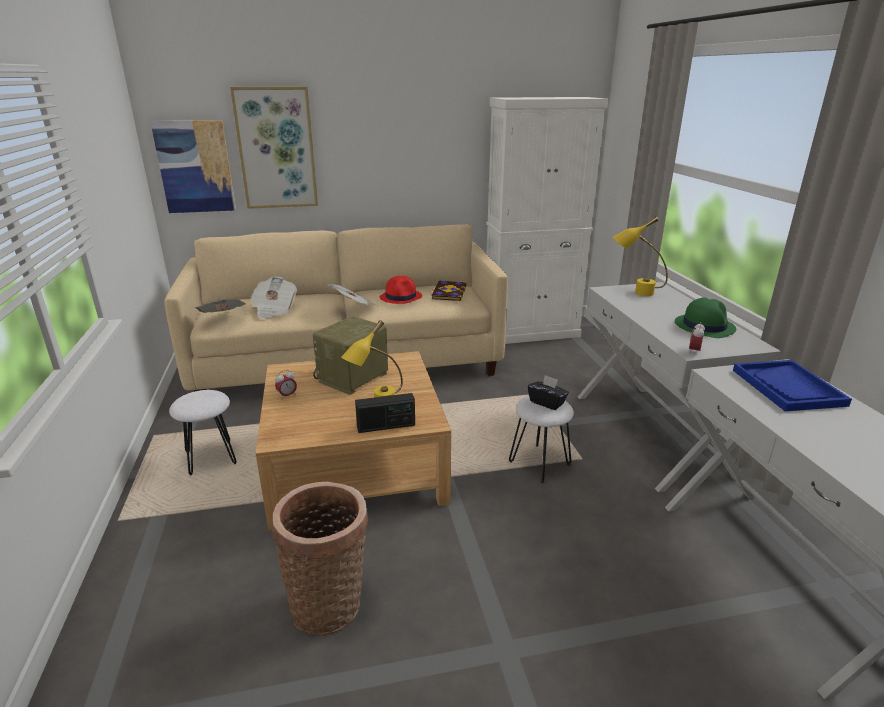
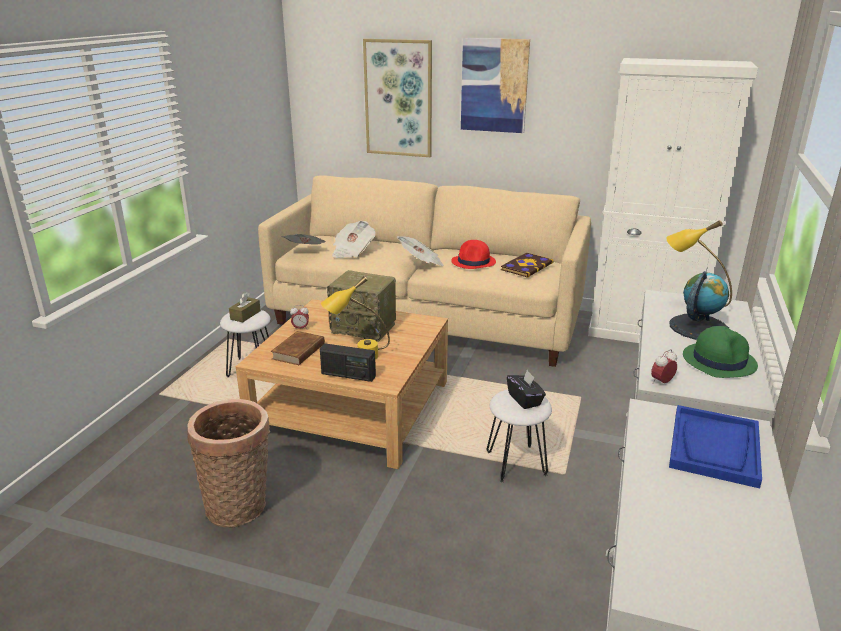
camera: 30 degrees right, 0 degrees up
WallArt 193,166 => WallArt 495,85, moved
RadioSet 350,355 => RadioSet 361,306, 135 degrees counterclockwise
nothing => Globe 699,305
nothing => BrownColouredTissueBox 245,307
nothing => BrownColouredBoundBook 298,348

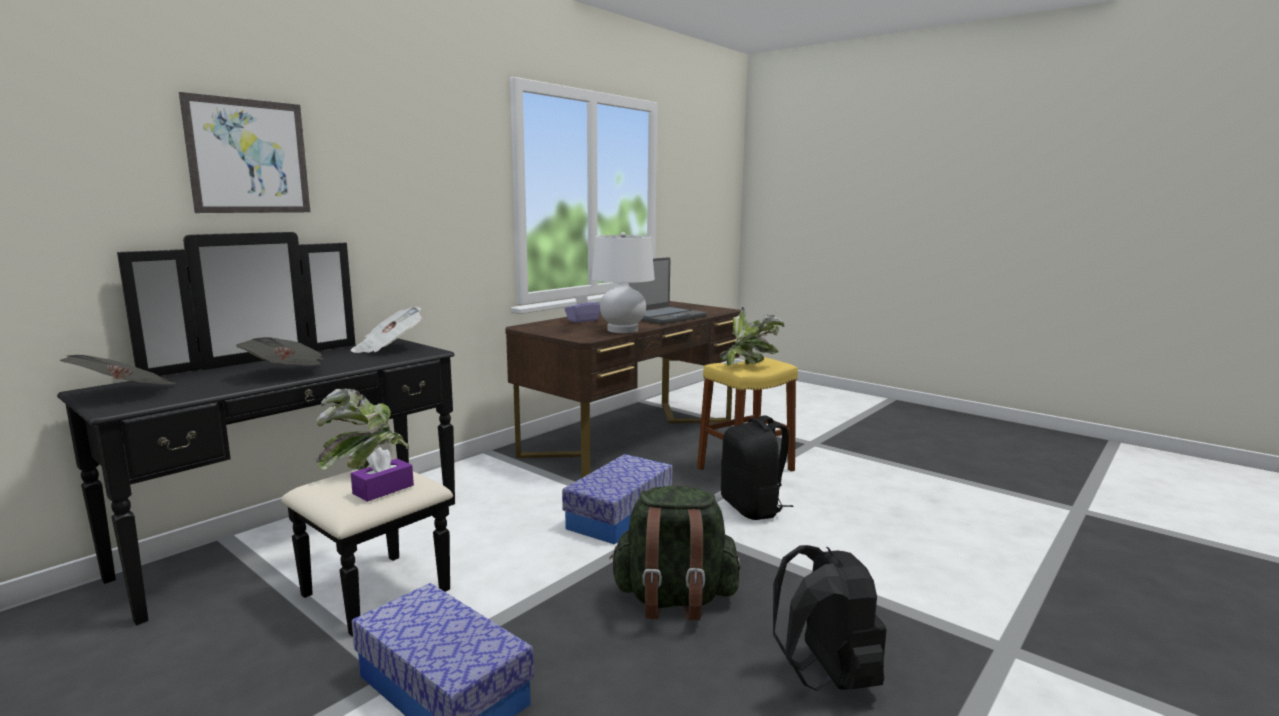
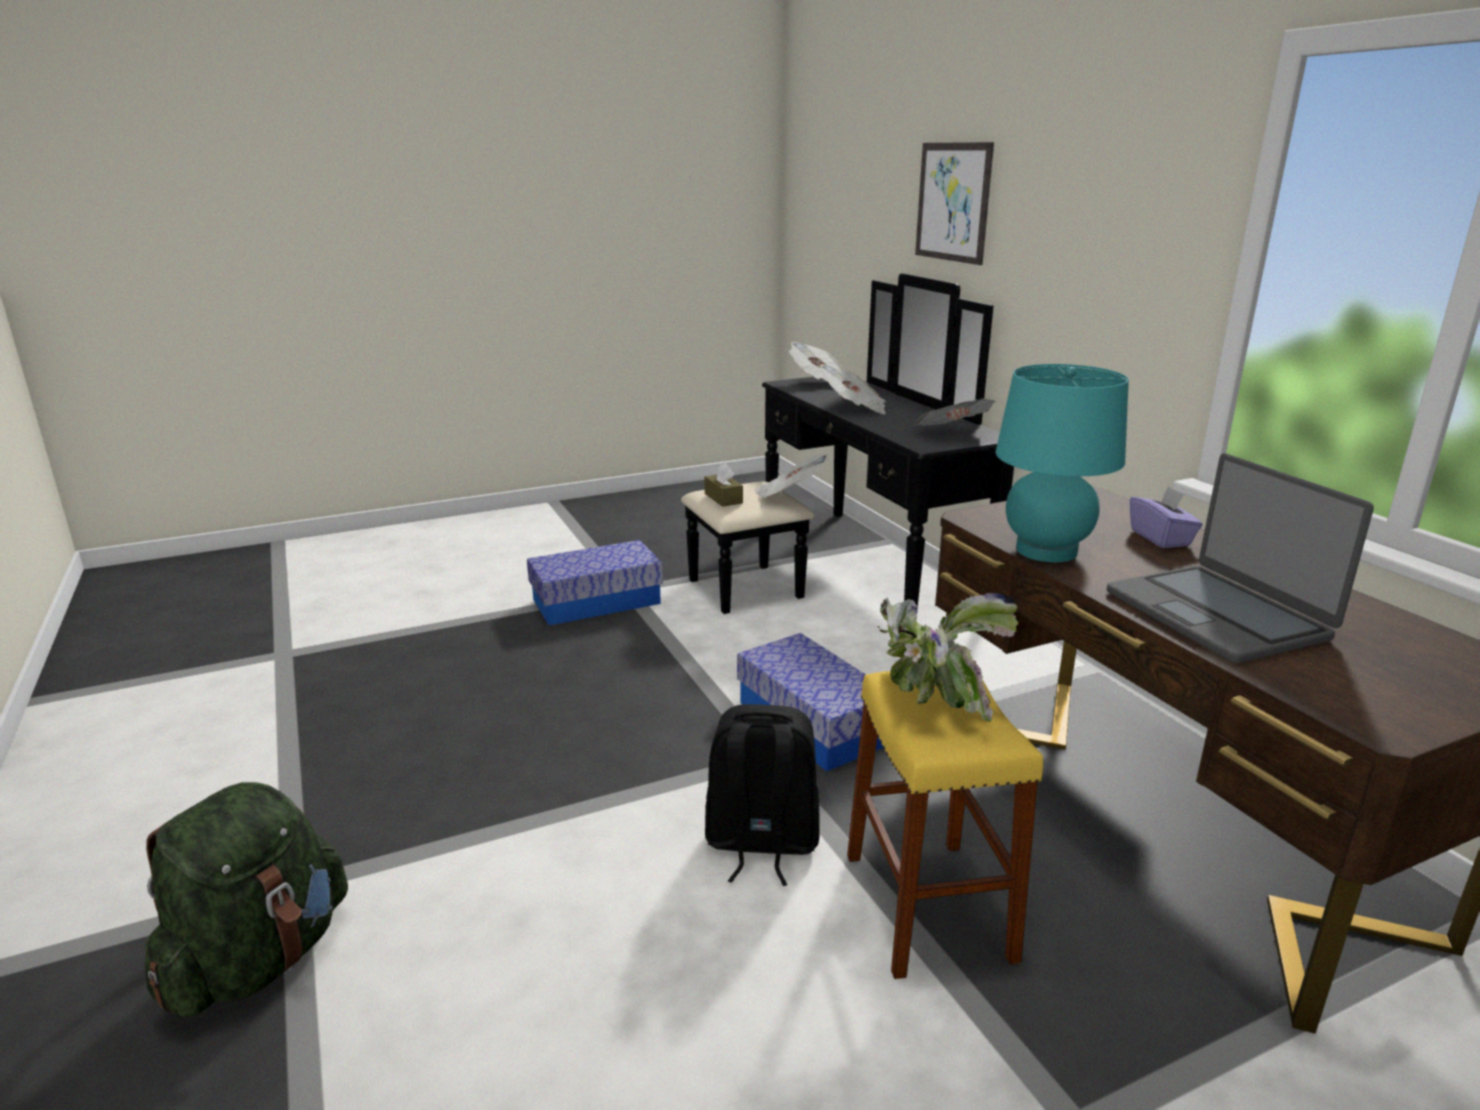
camera: 115 degrees right, 10 degrees up
WhiteColouredTabletopLamp 623,282 => BlueGreenTabletopLamp 1062,463
PottedPlant 362,429 => Newspaper 791,476
PurplishTissueBox 382,474 => BrownColouredTissueBox 723,485
GreenishKnapsack 674,553 => GreenishKnapsack 246,899, moved
BlackishKnapsack 830,618 => nothing

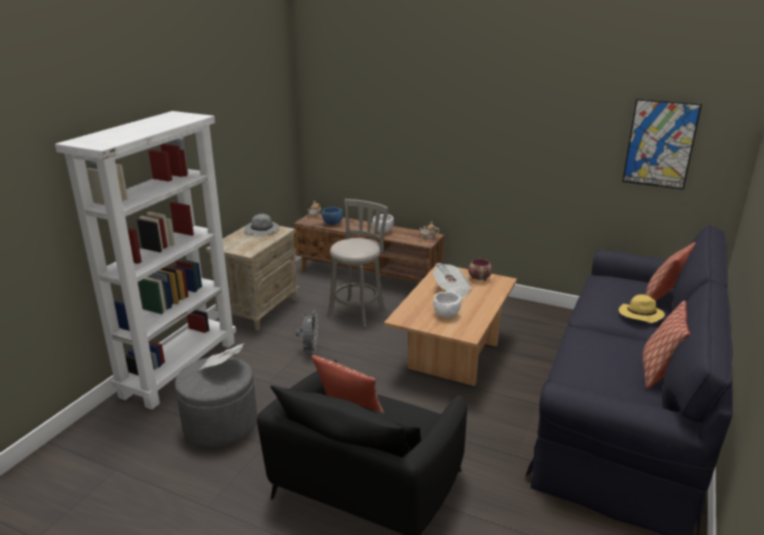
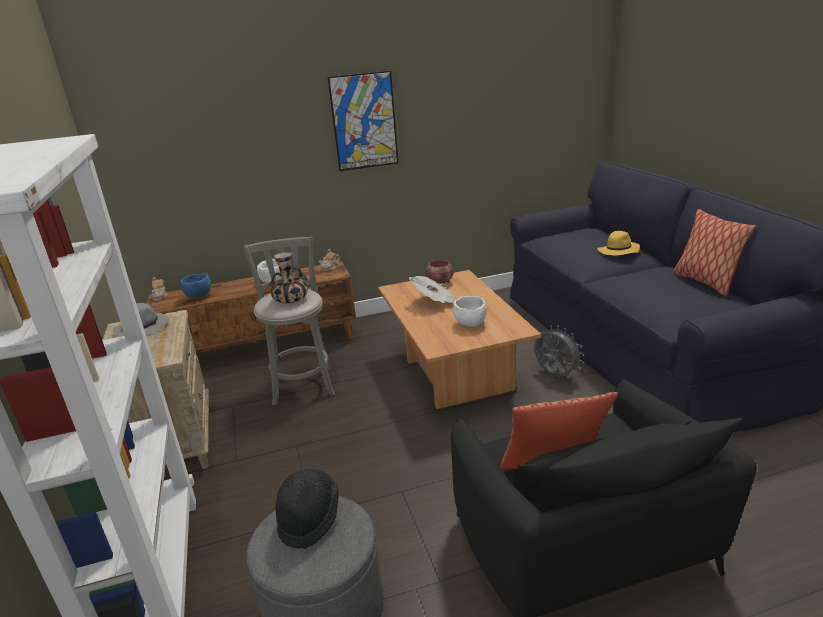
camera: 40 degrees left, 0 degrees up
WallArt 662,144 => WallArt 363,121, moved
ThrowPillow 671,271 => nothing
GreyCoolingFan 307,333 => GreyCoolingFan 559,351, moved
Newspaper 222,356 => BlackishWearableHat 307,509
nothing => Vase 288,277

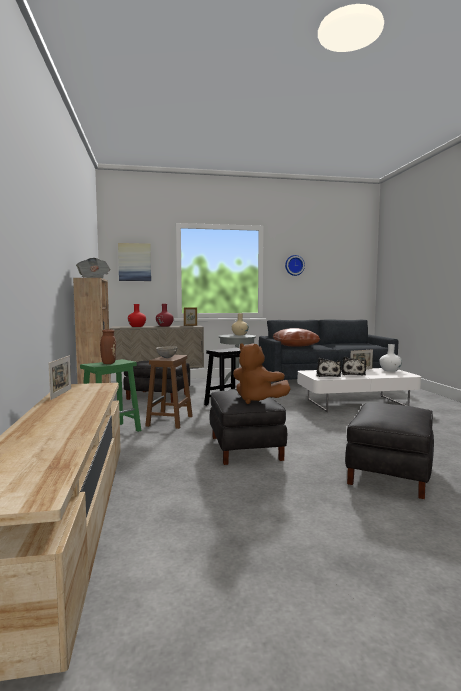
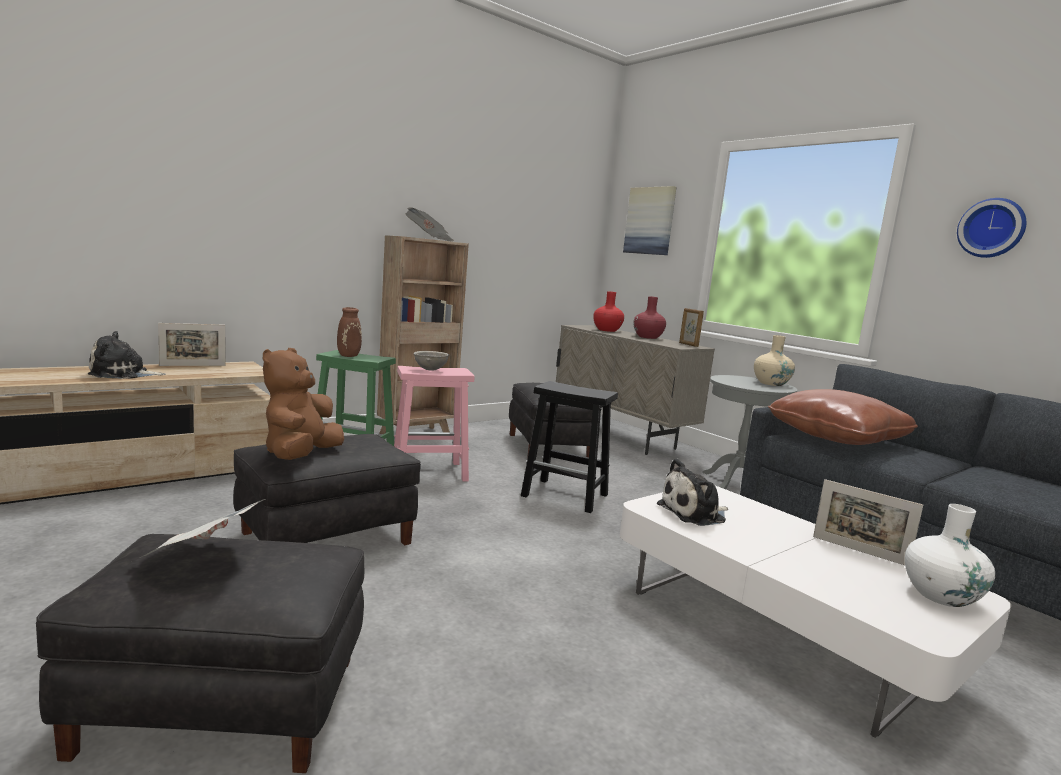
camera: 60 degrees right, 5 degrees up
BrownColouredStoolSeat 169,392 => PinkishStoolSeat 434,424
PlushToy 353,365 => PlushToy 126,355, moved
nothing => Newspaper 200,529

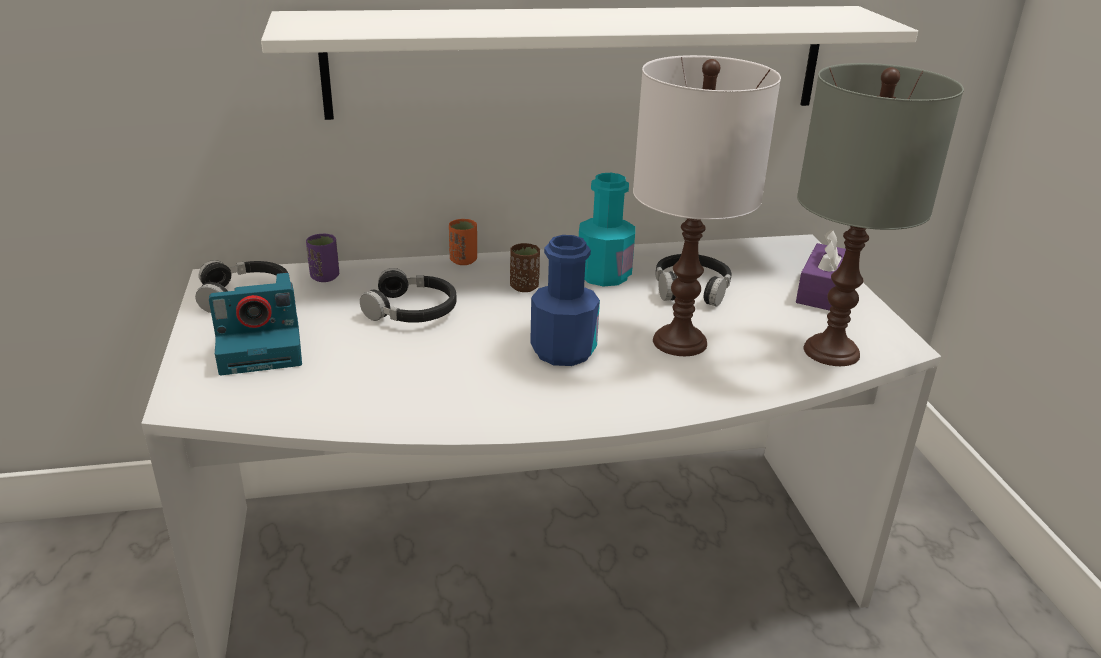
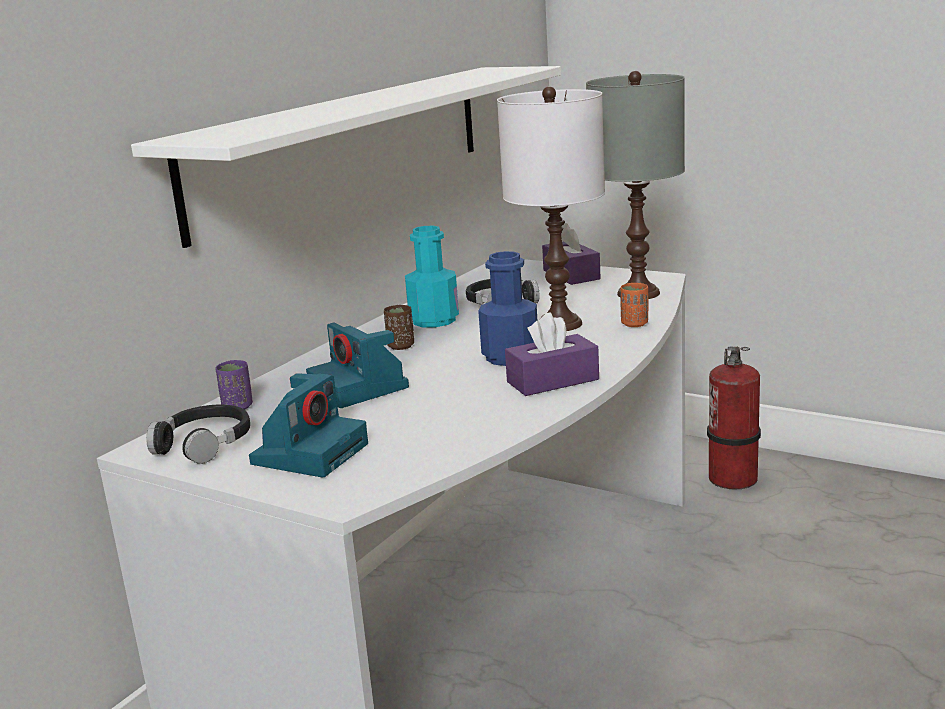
camera: 45 degrees left, 10 degrees down
OrangeColouredDrinkingCup 463,242 => OrangeColouredDrinkingCup 634,305, moved
BlackishHeadset 408,295 => StillCamera 357,365
nothing => PurplishTissueBox 552,354
nothing => FireExtinguisher 734,418

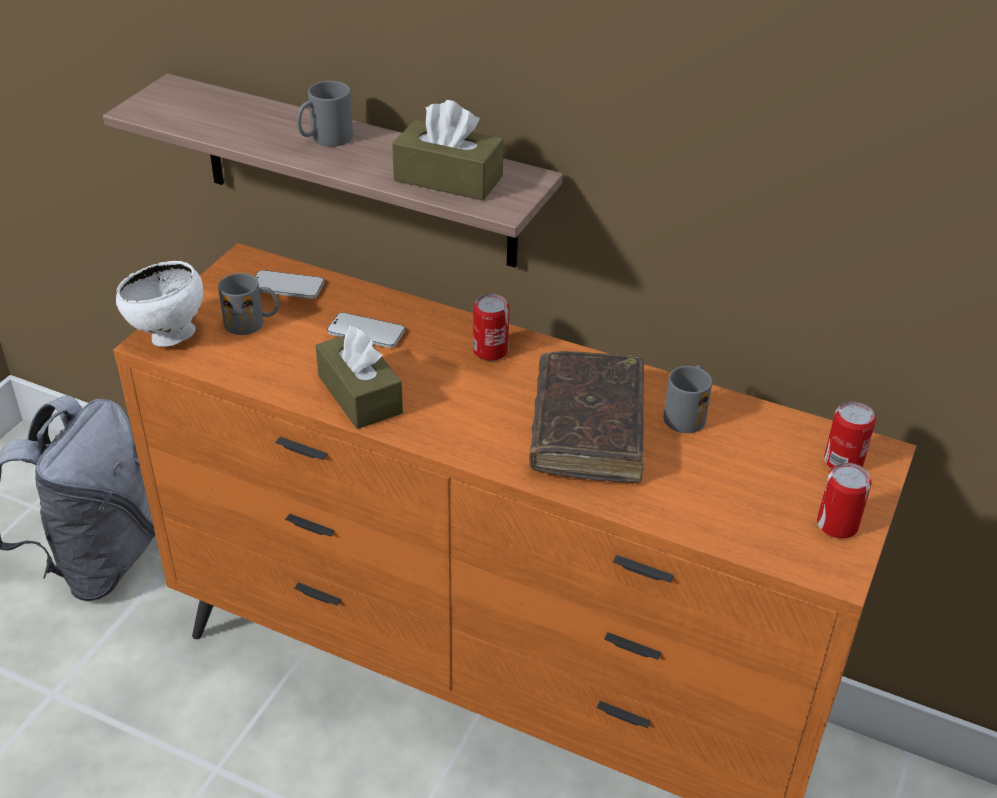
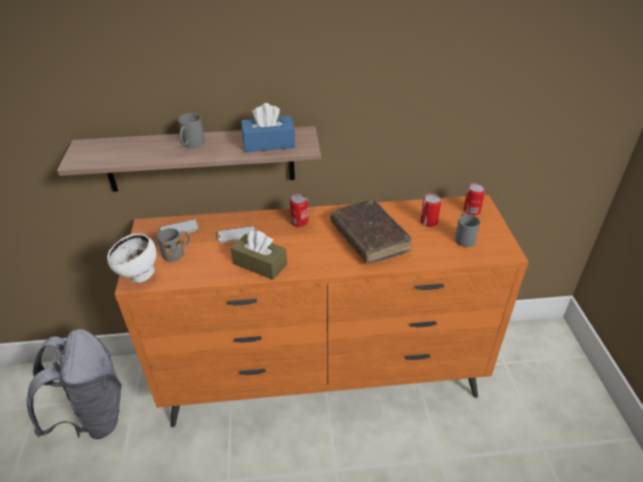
camera: 30 degrees left, 0 degrees up
BrownColouredTissueBox 448,150 => BluishTissueBox 268,127
GreyTeaMug 688,399 => GreyTeaMug 467,230, moved
MetalCan 844,501 => MetalCan 430,210, moved

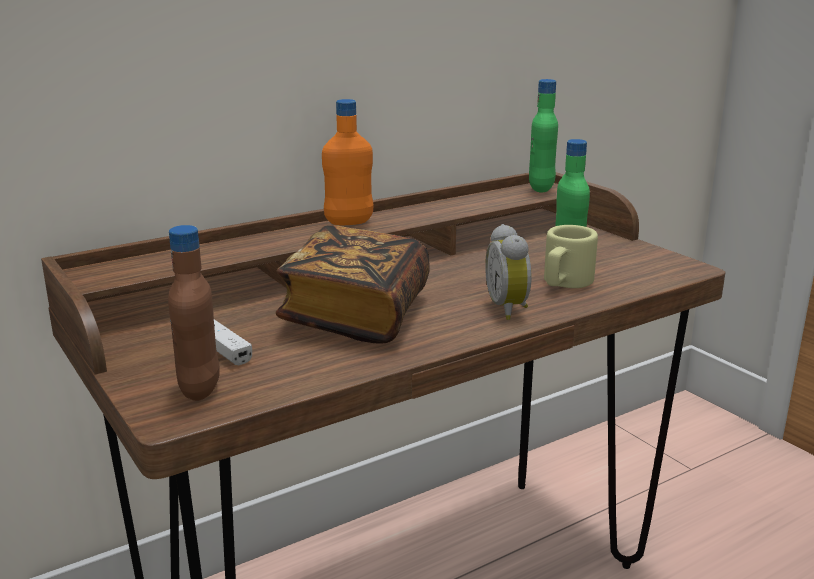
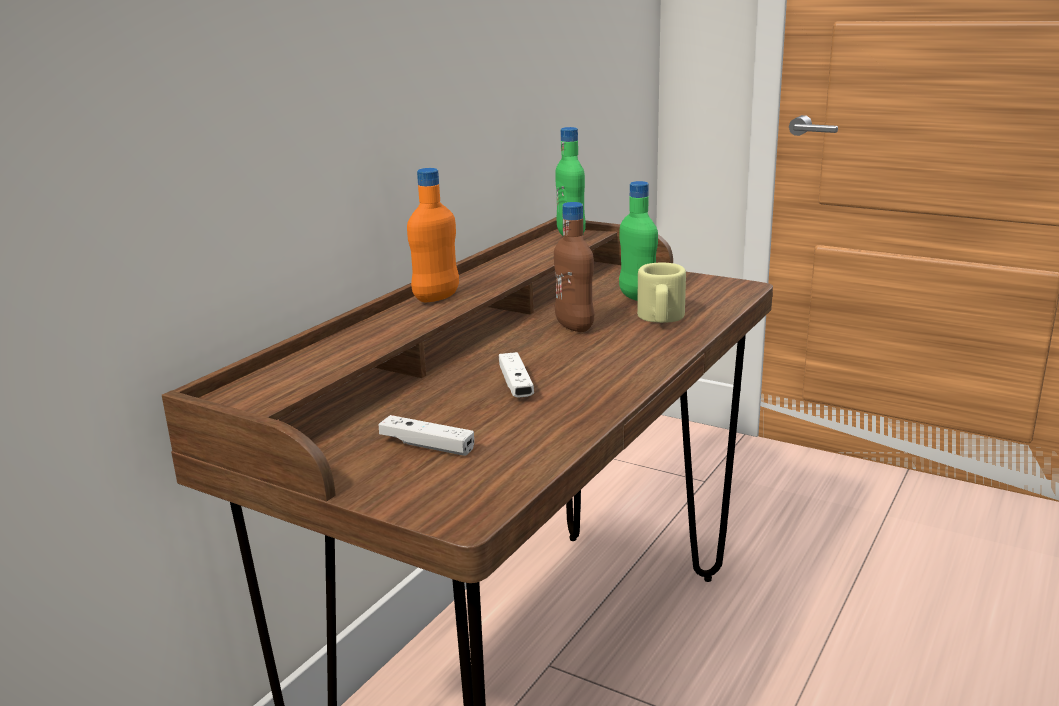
camera: 25 degrees left, 0 degrees up
BedsideClock 508,272 => nothing
BrownColouredBottle 194,313 => BrownColouredBottle 574,267, moved
BoundBook 352,284 => WhiteColouredJoypad 516,374

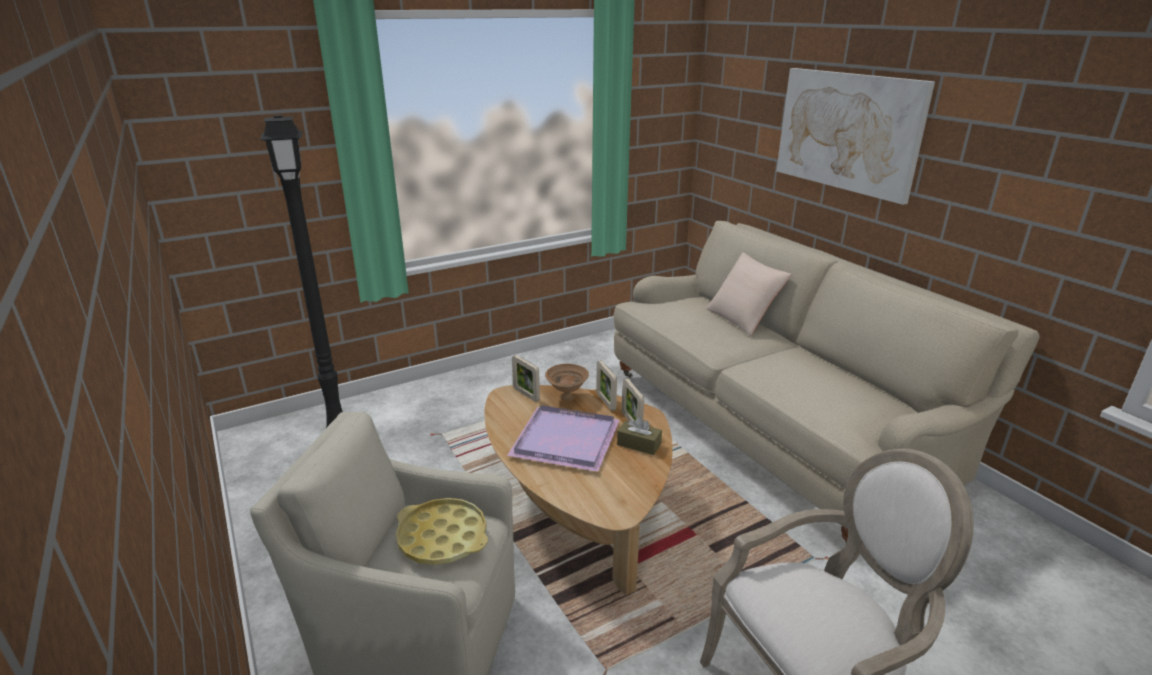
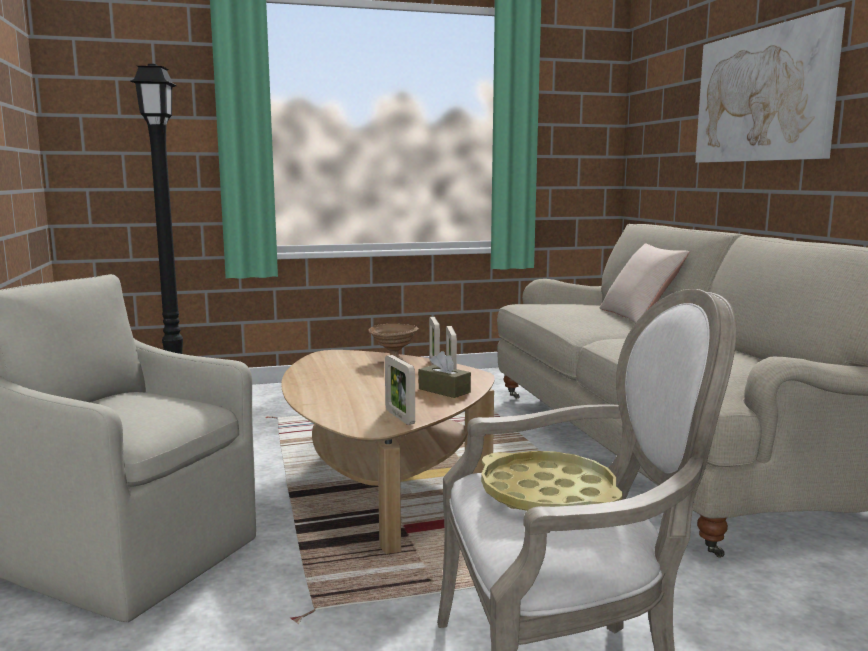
camera: 15 degrees right, 15 degrees down
StandingFrame 526,378 => StandingFrame 400,390, moved
PurplishServingTray 563,438 => nothing
YellowColouredServingTray 442,531 => YellowColouredServingTray 552,481, moved

